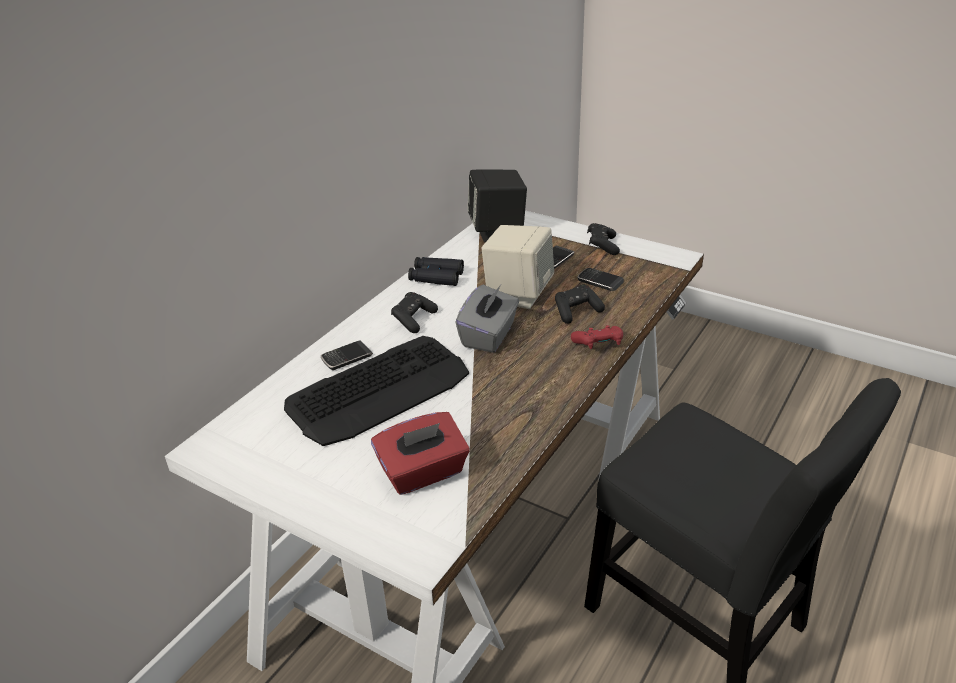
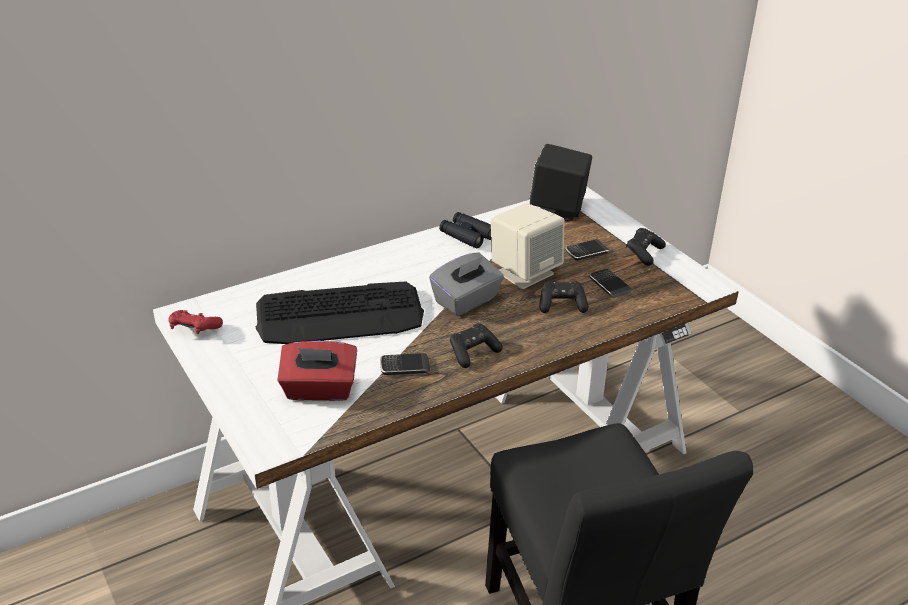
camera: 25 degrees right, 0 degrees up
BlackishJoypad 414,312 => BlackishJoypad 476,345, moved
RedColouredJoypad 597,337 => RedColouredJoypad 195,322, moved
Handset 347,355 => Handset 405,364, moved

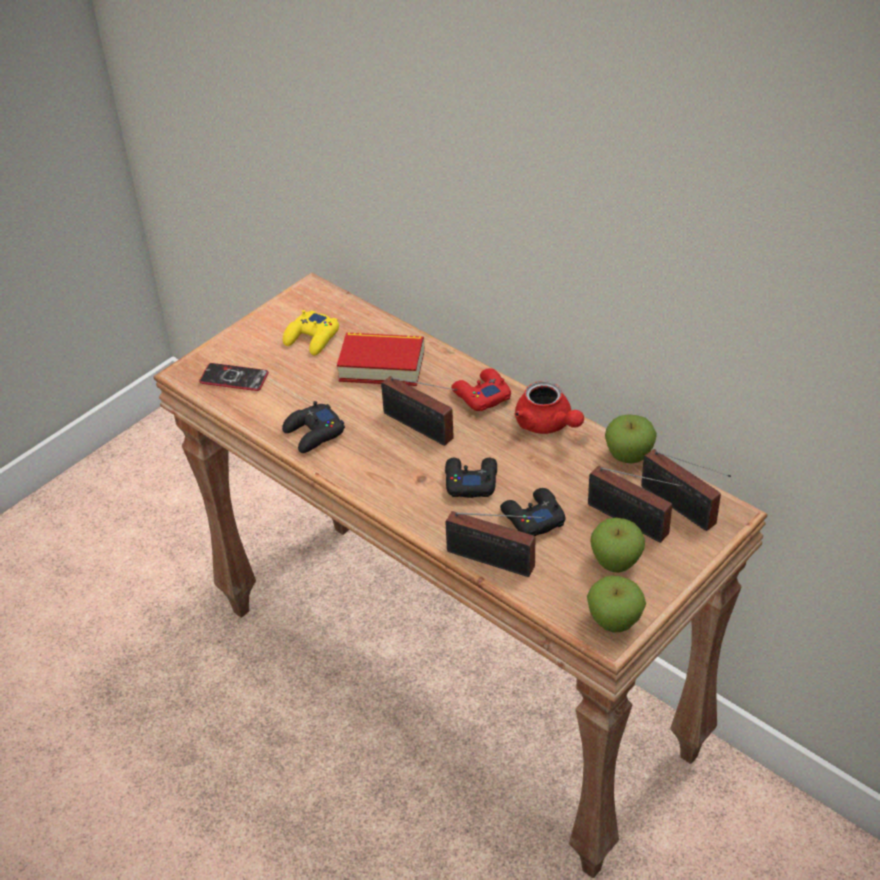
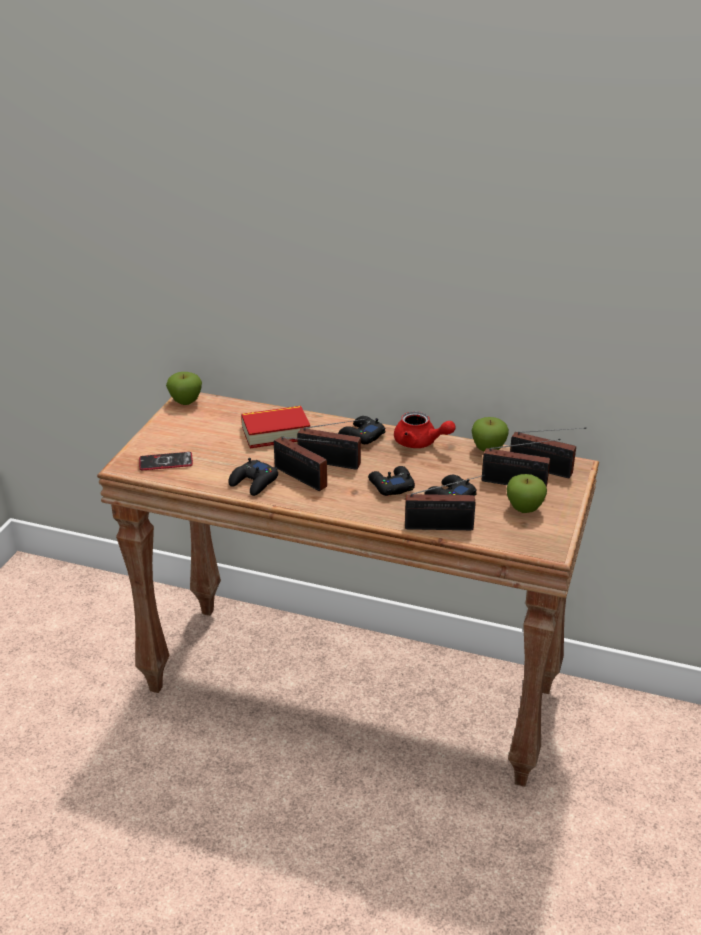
camera: 25 degrees left, 10 degrees down
YellowColouredJoypad 311,332 => nothing
RedColouredJoypad 481,389 => BlackishJoypad 361,430
Apple 616,604 => Apple 184,388, moved
nothing => RadioSet 302,464

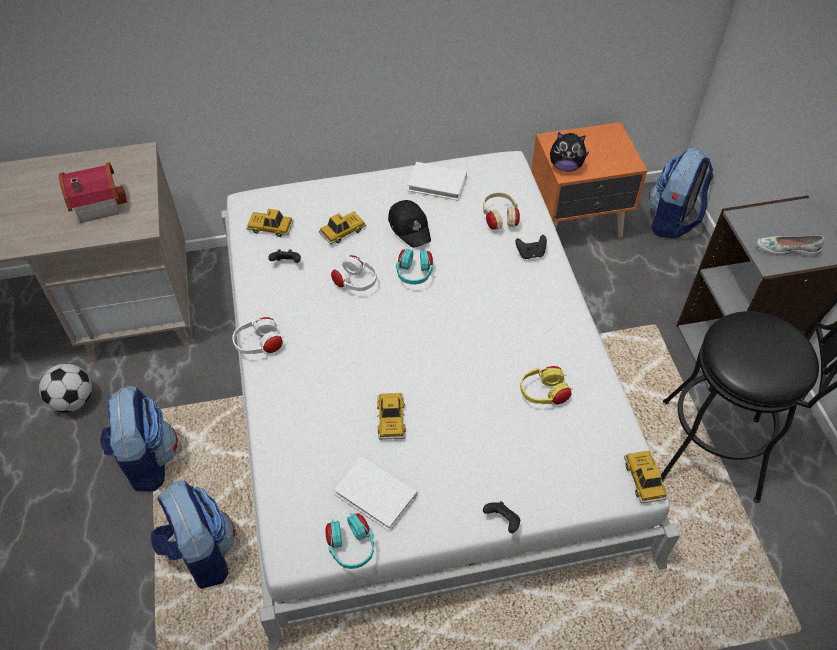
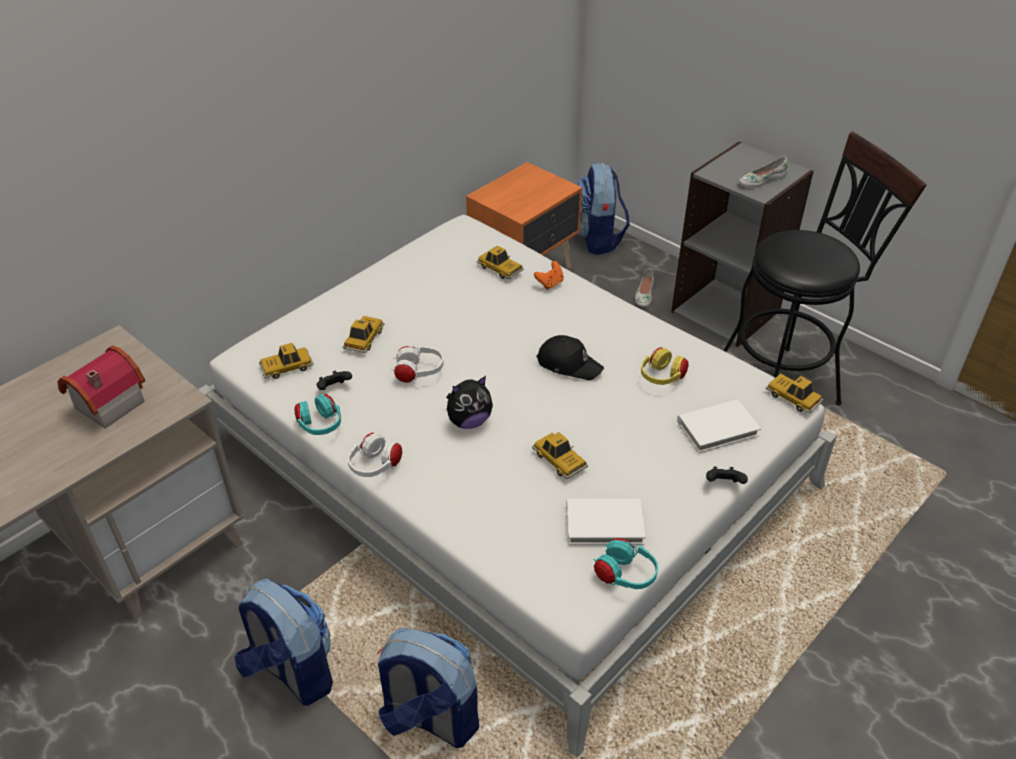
camera: 35 degrees left, 10 degrees down
PlushToy 569,152 => PlushToy 469,402, moved
WhiteColouredBoundBook 437,181 => WhiteColouredBoundBook 719,426, moved
SandColouredHeadset 501,211 => MiniatureCar 500,262
BlackishPeakedCap 409,224 => BlackishPeakedCap 570,357, moved
BlackishJoypad 531,247 => OrangeColouredJoypad 549,275
BlueGreenHeadset 414,267 => BlueGreenHeadset 318,414, moved
BallForFootball 65,388 => nothing
nothing => WhiteColouredShoe 644,288

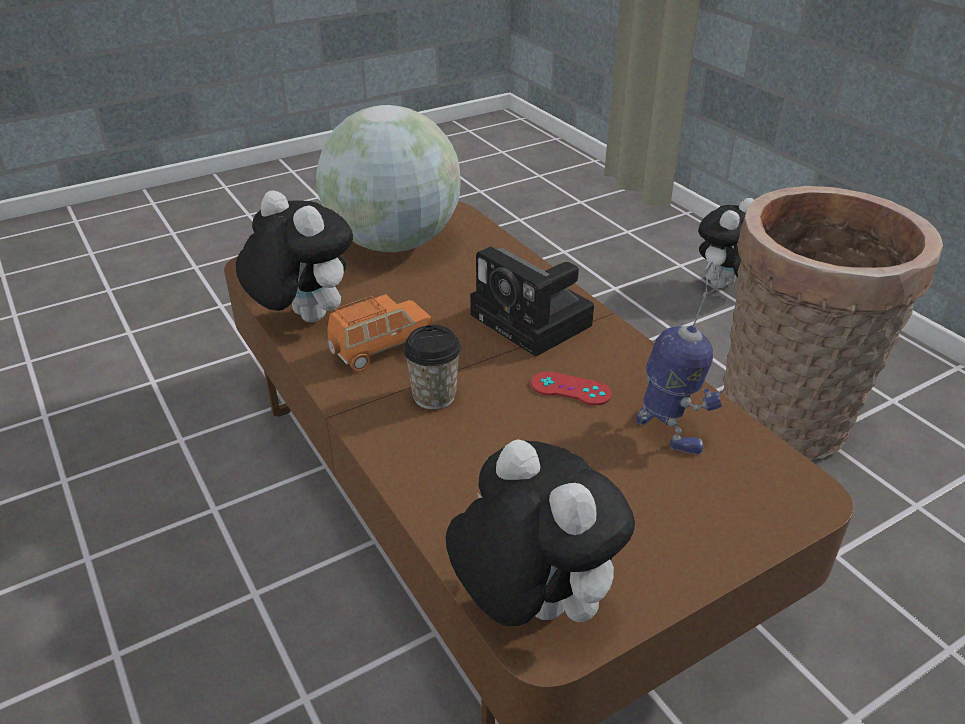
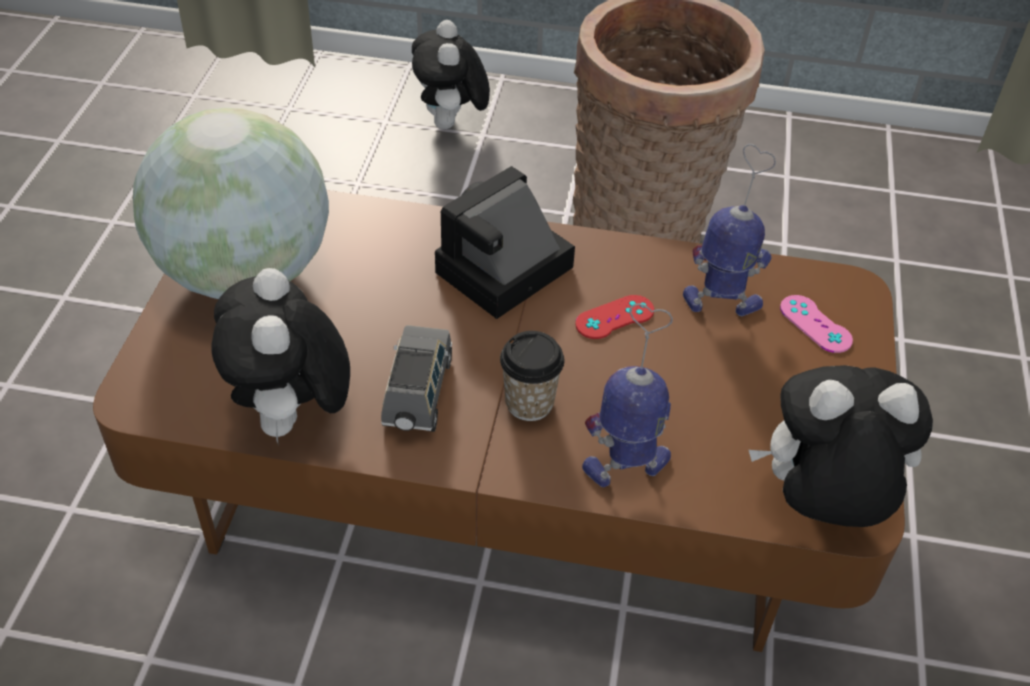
camera: 50 degrees left, 10 degrees up
PlushToy 294,256 => PlushToy 280,357, 90 degrees counterclockwise
StillCamera 532,302 => StillCamera 505,242, 135 degrees clockwise
OrangeColouredMiniatureCar 380,333 => GreyMiniatureCar 416,378
nothing => PinkishJoypad 816,324
nothing => RobotFigure 627,395

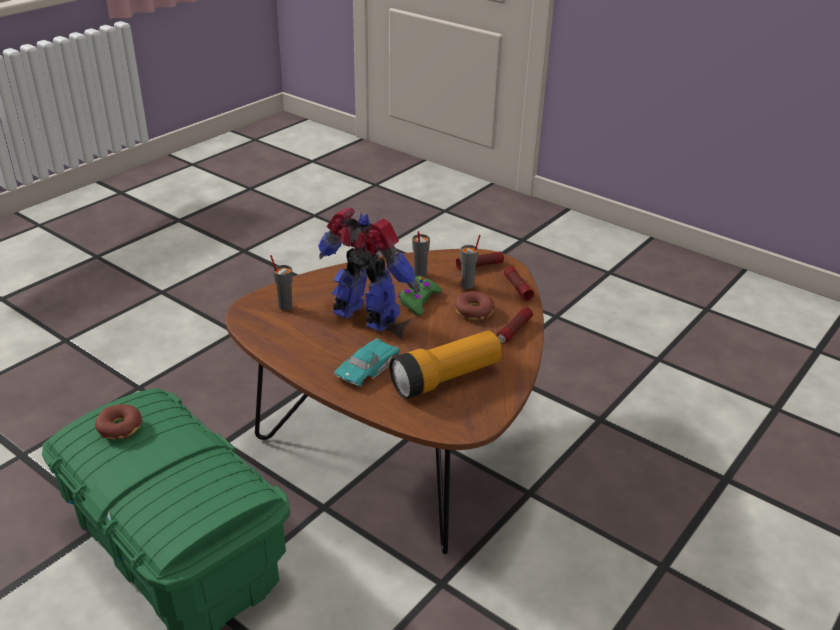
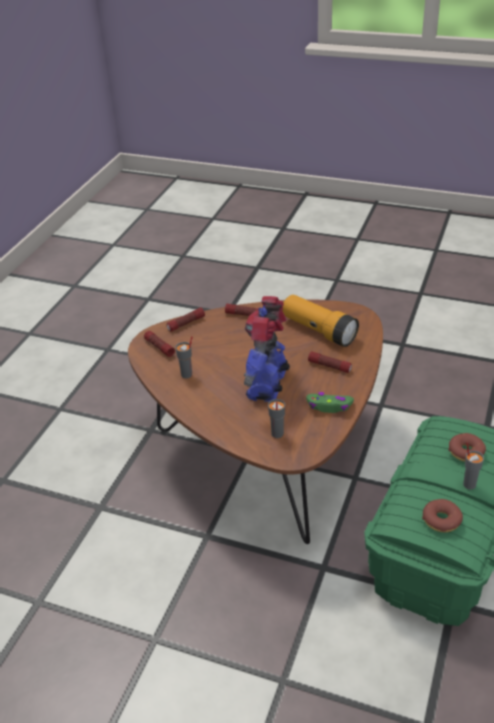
camera: 105 degrees left, 5 degrees up
GreyDrinkingCup 470,262 => GreyDrinkingCup 473,466, moved
GreenishJoypad 420,296 => GreenishJoypad 330,402, moved
Doughnut 475,305 => Doughnut 467,447, moved
BlueGreenMiniatureCar 367,362 => Torch 330,362

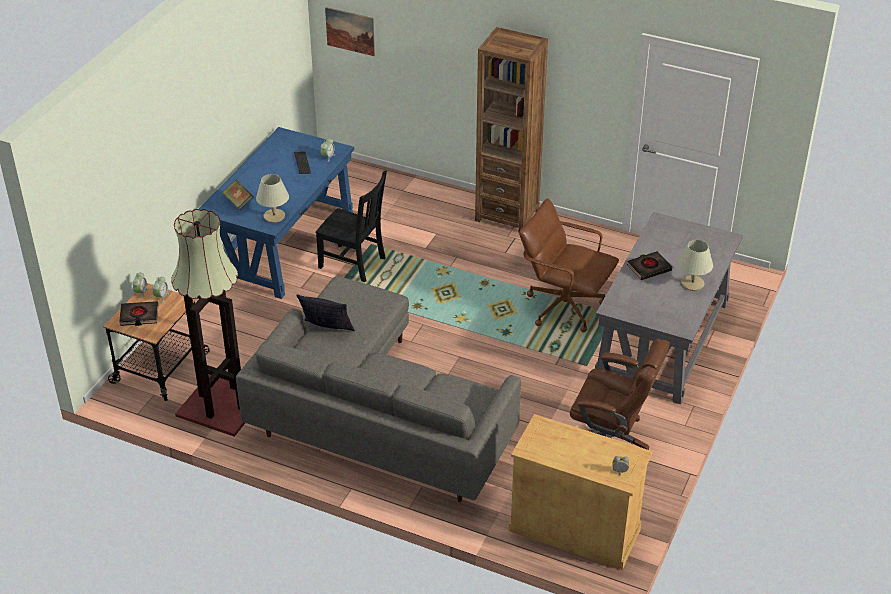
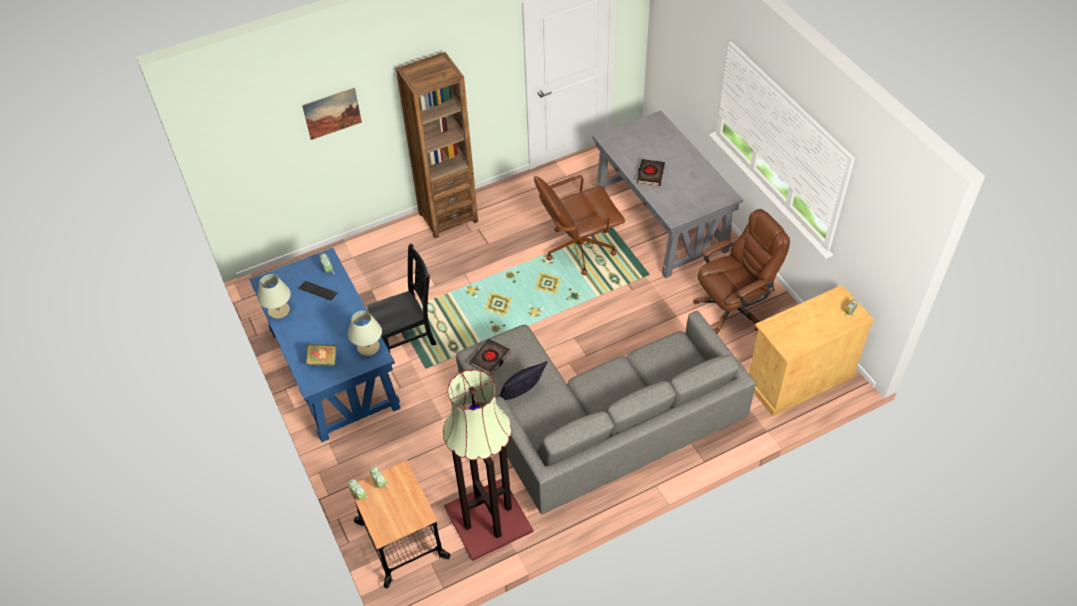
camera: 50 degrees left, 10 degrees up
WallArt 350,31 => WallArt 332,114, moved
SandColouredTabletopLamp 695,265 => SandColouredTabletopLamp 274,296, moved
BlackishBoundBook 138,313 => BlackishBoundBook 489,357, moved

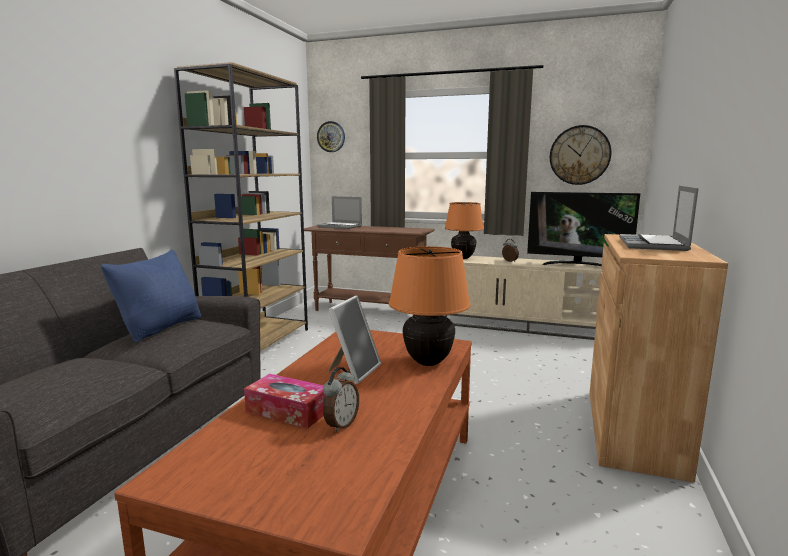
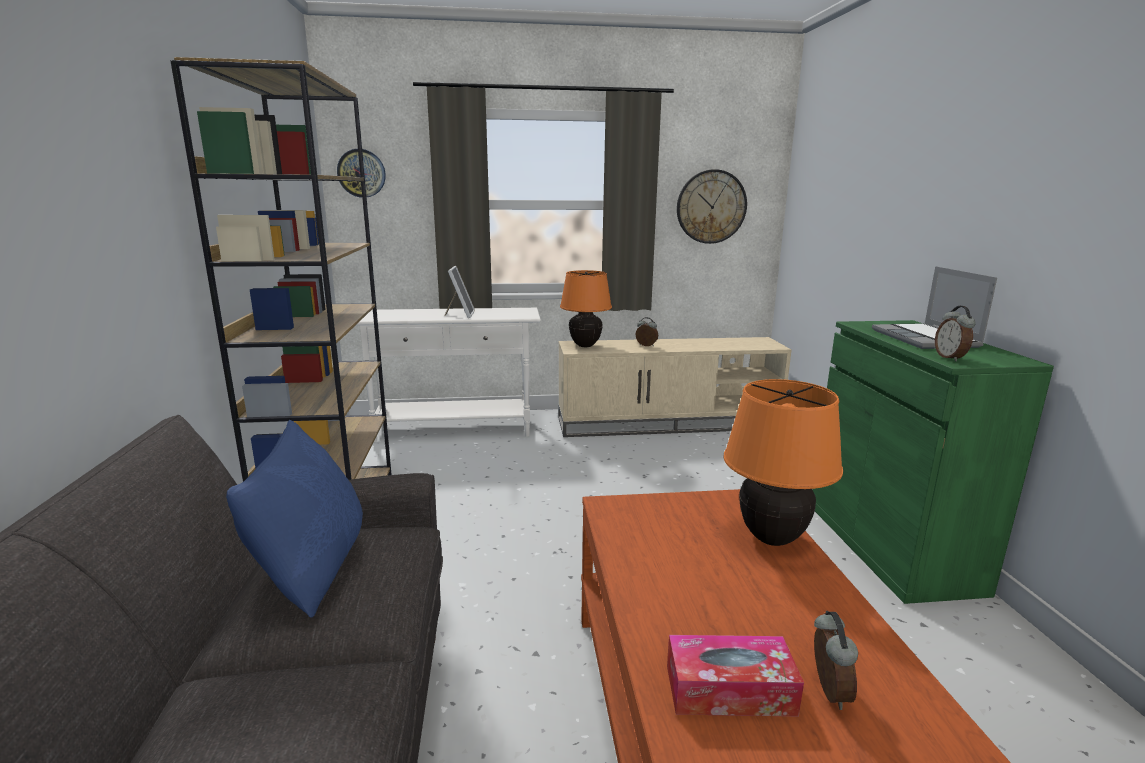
camera: 25 degrees left, 5 degrees up
Television 583,229 => nothing
NotebookComputer 339,212 => nothing
BrownColouredNarrowTable 369,270 => WhiteColouredNarrowTable 448,375
BrownColouredStorageCabinet 658,358 => GreenishStorageCabinet 933,462
StandingFrame 354,340 => StandingFrame 459,292, moved
nothing => BedsideClock 955,334

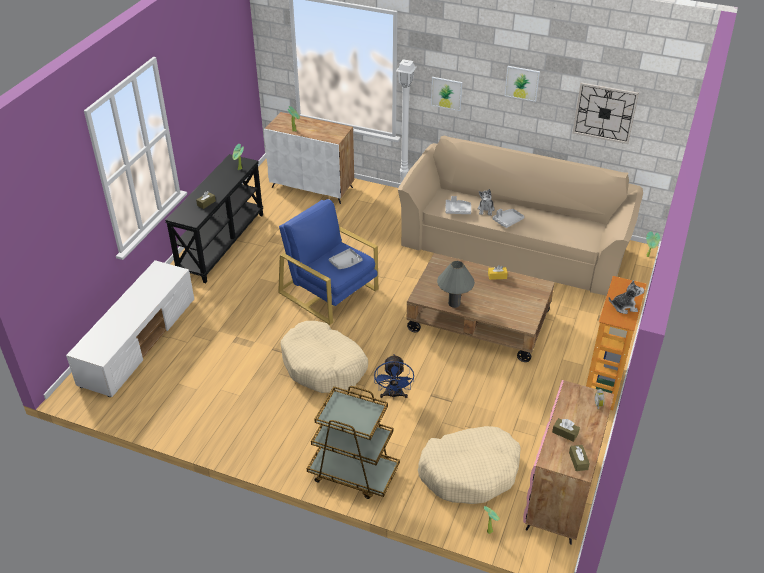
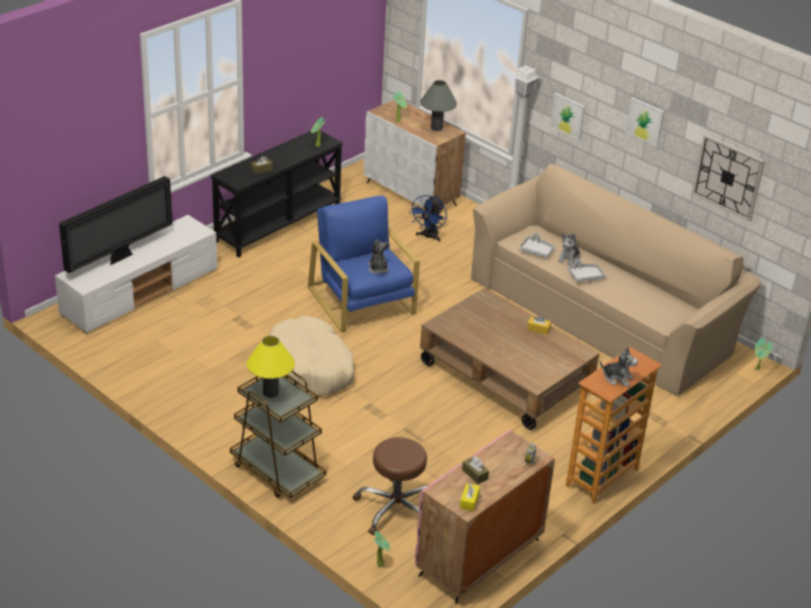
camera: 20 degrees right, 5 degrees down
GreyServingTray 346,258 => PlushToy 378,257
GreyTabletopLamp 456,284 => GreyTabletopLamp 438,105, moved
BluishCoolingFan 394,376 => BluishCoolingFan 428,218, moved
SandColouredDogBed 469,465 => BrownColouredStoolSeat 390,486
BrownColouredTissueBox 579,458 => YellowColouredTissueBox 470,497
nothing => Television 115,224
nothing => YellowColouredTabletopLamp 270,367

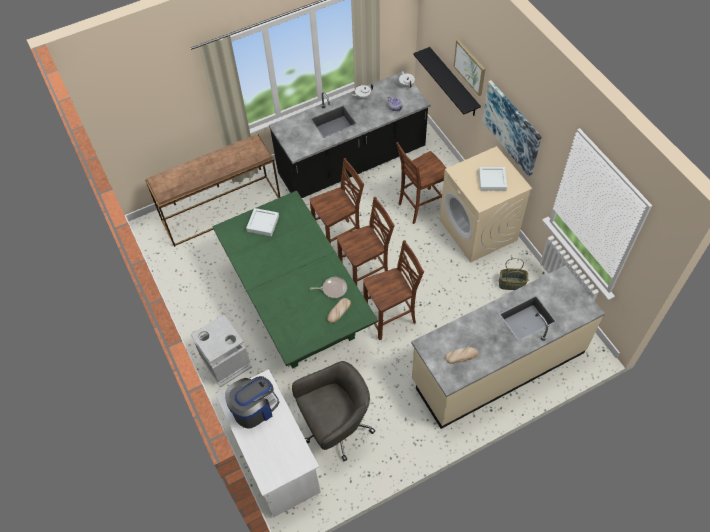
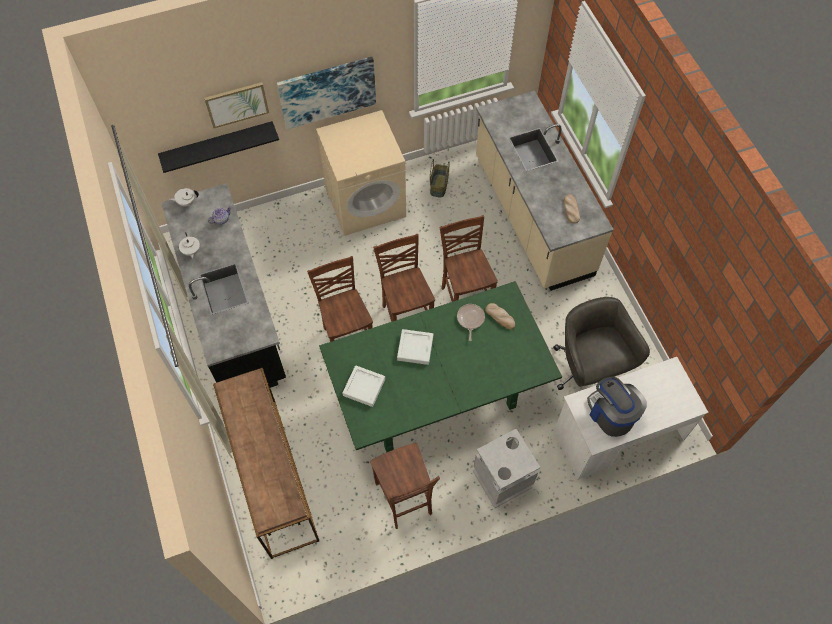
camera: 85 degrees left, 5 degrees up
BrownColouredPlainChair 421,183 => BrownColouredPlainChair 405,486, moved
WhiteColouredServingTray 493,179 => WhiteColouredServingTray 415,347, moved

